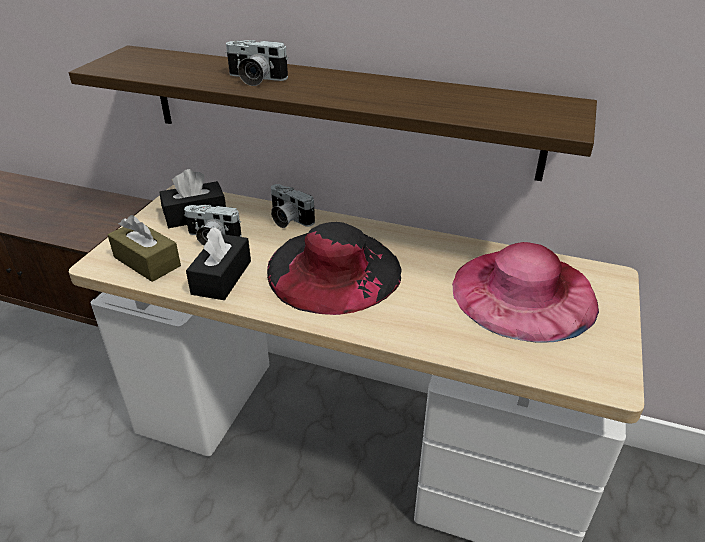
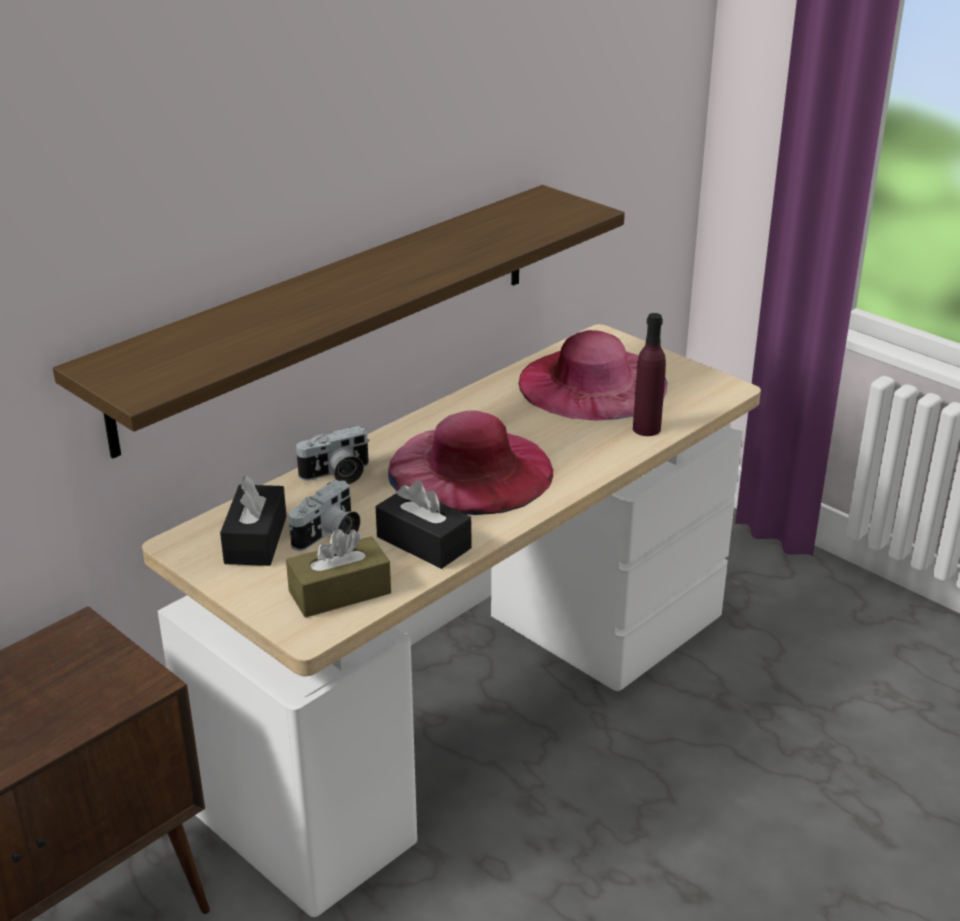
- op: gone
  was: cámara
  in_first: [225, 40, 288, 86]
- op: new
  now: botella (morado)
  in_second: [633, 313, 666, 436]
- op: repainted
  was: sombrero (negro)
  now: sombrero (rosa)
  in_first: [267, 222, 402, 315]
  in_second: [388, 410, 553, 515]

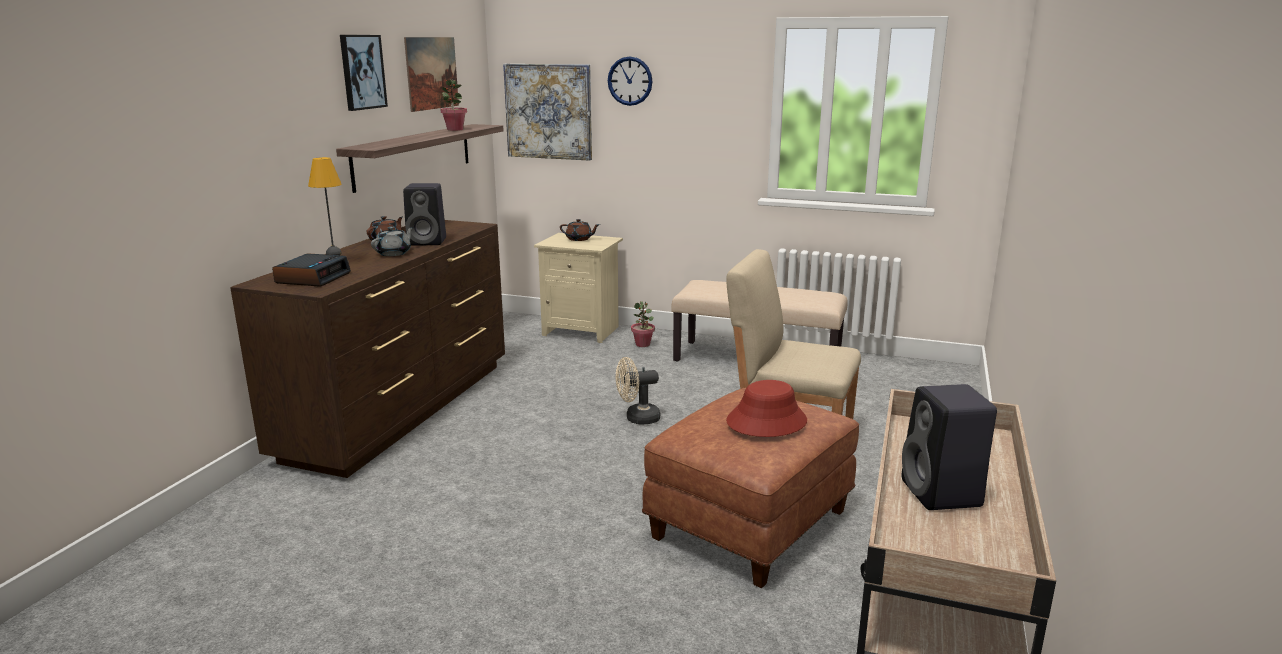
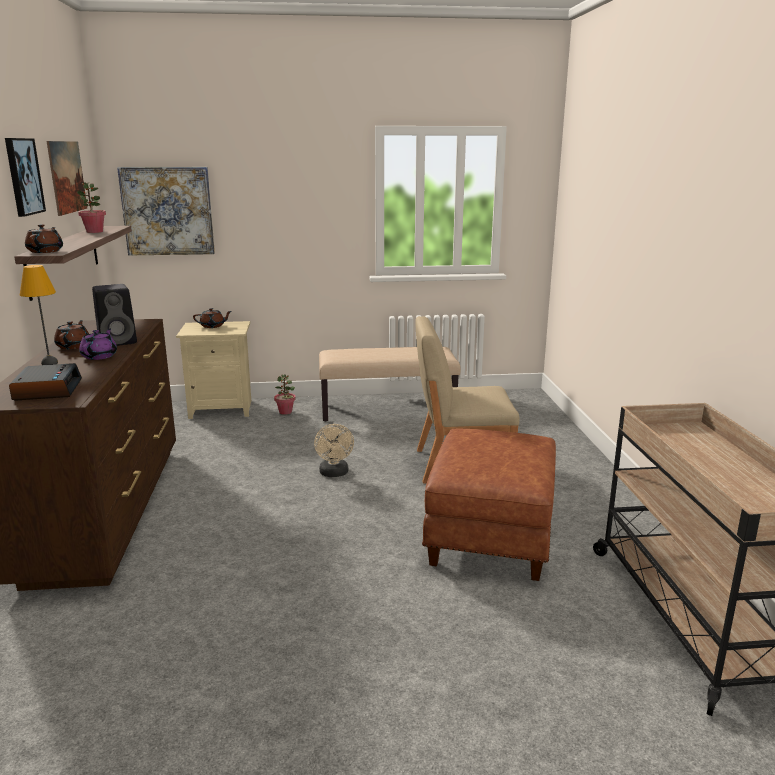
- op: gone
  was: reloj de pared
  in_first: [608, 56, 653, 106]
- op: gone
  was: sombrero (rojo)
  in_first: [726, 380, 807, 437]
- op: gone
  was: altavoz (negro)
  in_first: [902, 384, 997, 510]
- op: new
  now: tetera (marrón)
  in_second: [25, 224, 63, 253]
- op: repainted
  was: tetera (gris)
  now: tetera (morado)
  in_first: [371, 227, 413, 256]
  in_second: [79, 329, 117, 360]
- op: rotated
  was: ventilador (beis)
  in_first: [616, 357, 660, 425]
  in_second: [314, 424, 354, 477]
  clockwise: -60

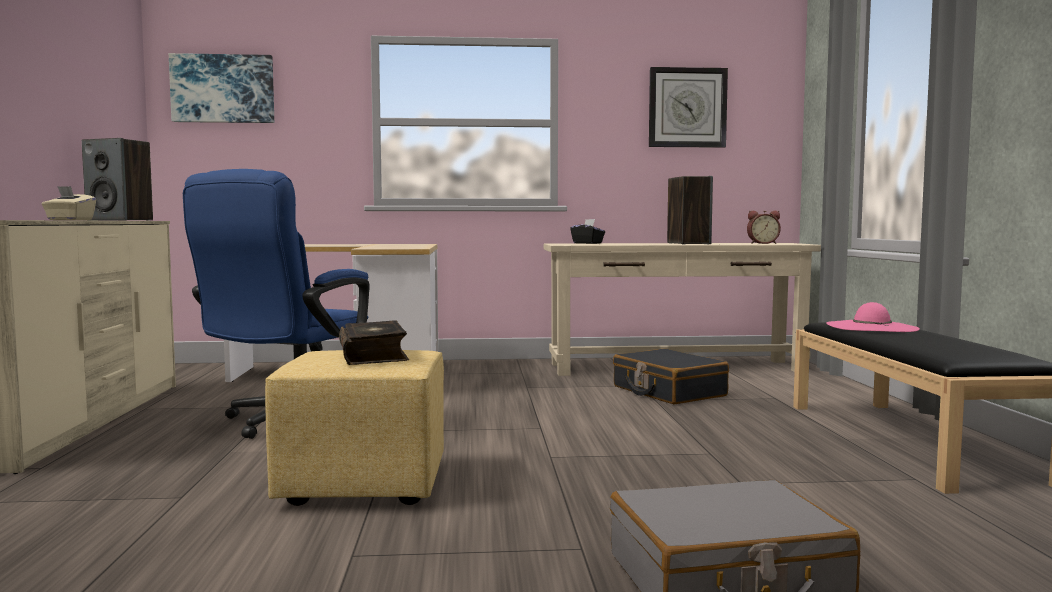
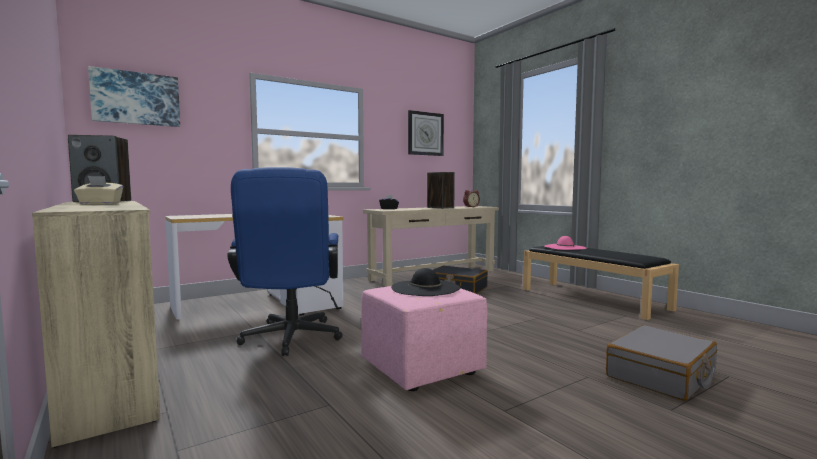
- op: swapped
  was: libro
  now: sombrero (negro)
  in_first: [339, 320, 409, 365]
  in_second: [391, 268, 460, 296]
- op: repainted
  was: puf (amarillo)
  now: puf (rosa)
  in_first: [265, 350, 444, 506]
  in_second: [361, 286, 488, 391]

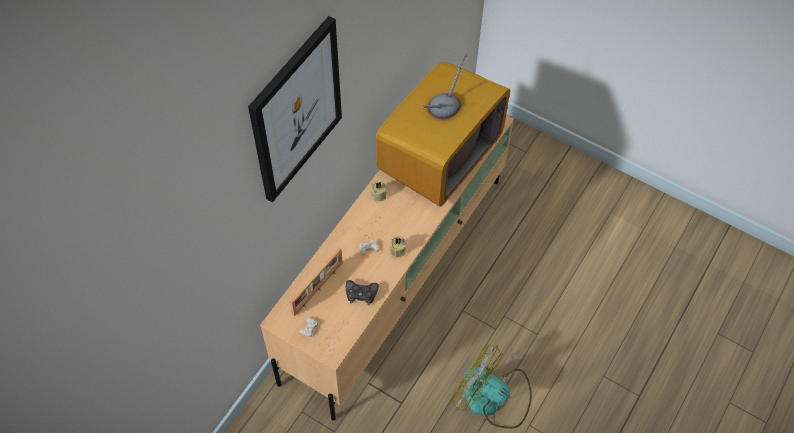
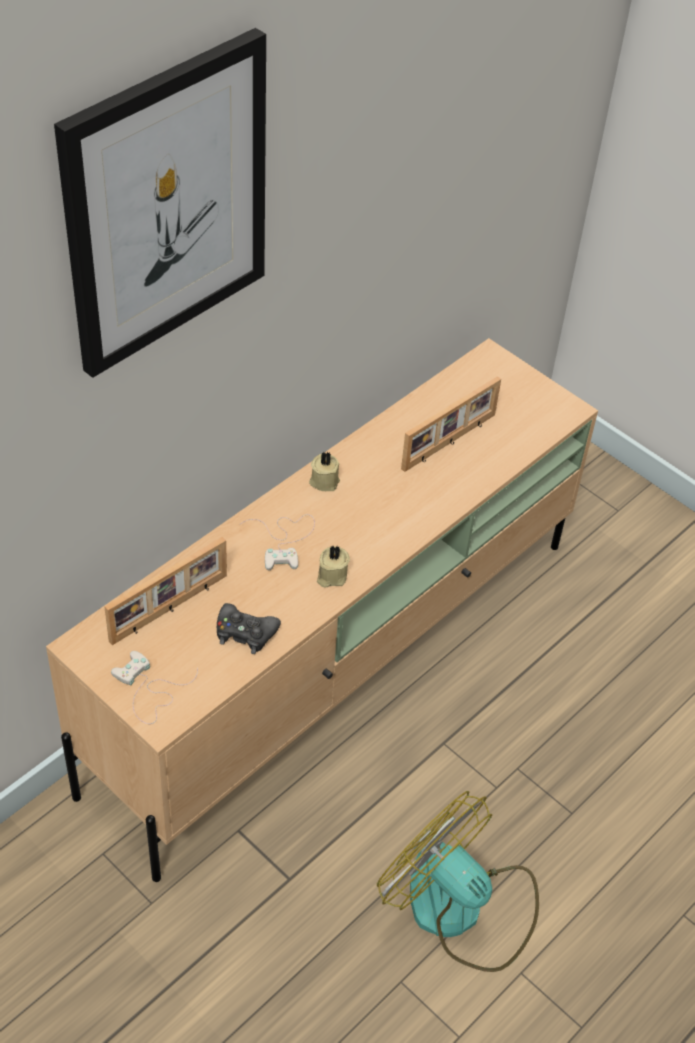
- op: swapped
  was: televisor
  now: portarretratos
  in_first: [375, 54, 510, 207]
  in_second: [401, 376, 501, 472]

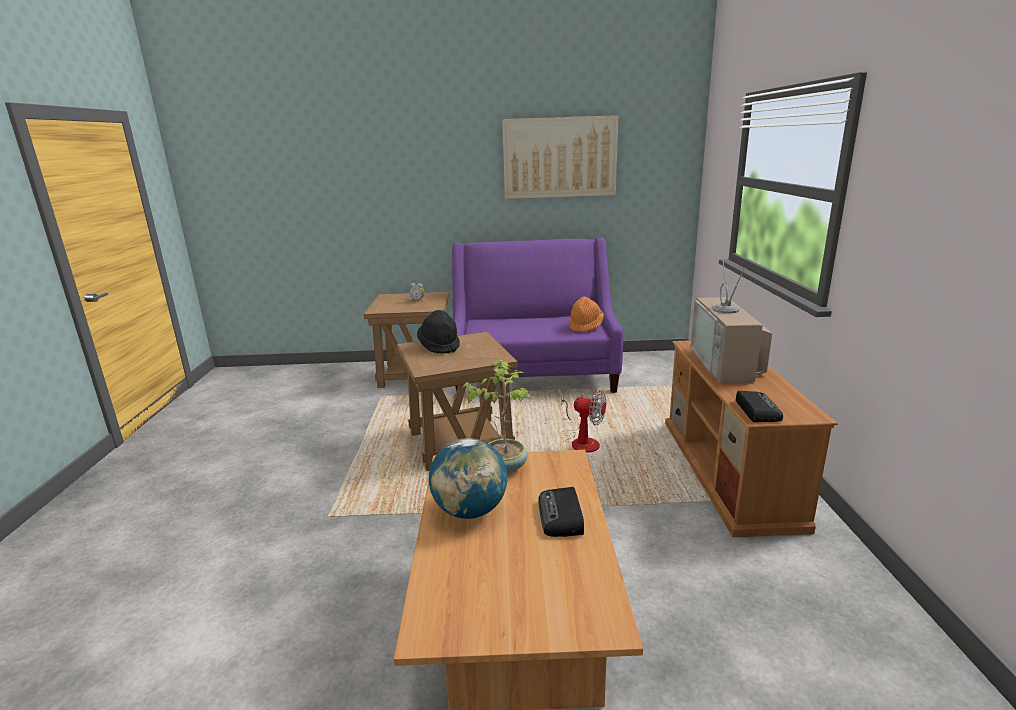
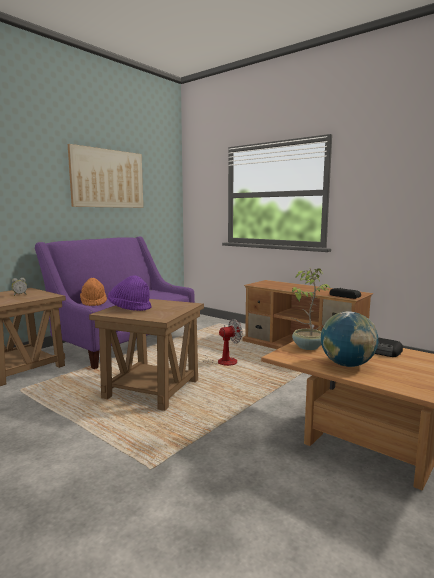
- op: gone
  was: televisor
  in_first: [691, 255, 772, 384]
- op: shifted
  was: sombrero (naranja)
  in_first: [569, 296, 604, 333]
  in_second: [80, 278, 107, 306]
- op: repainted
  was: sombrero (negro)
  now: sombrero (morado)
  in_first: [417, 310, 460, 354]
  in_second: [108, 275, 152, 311]

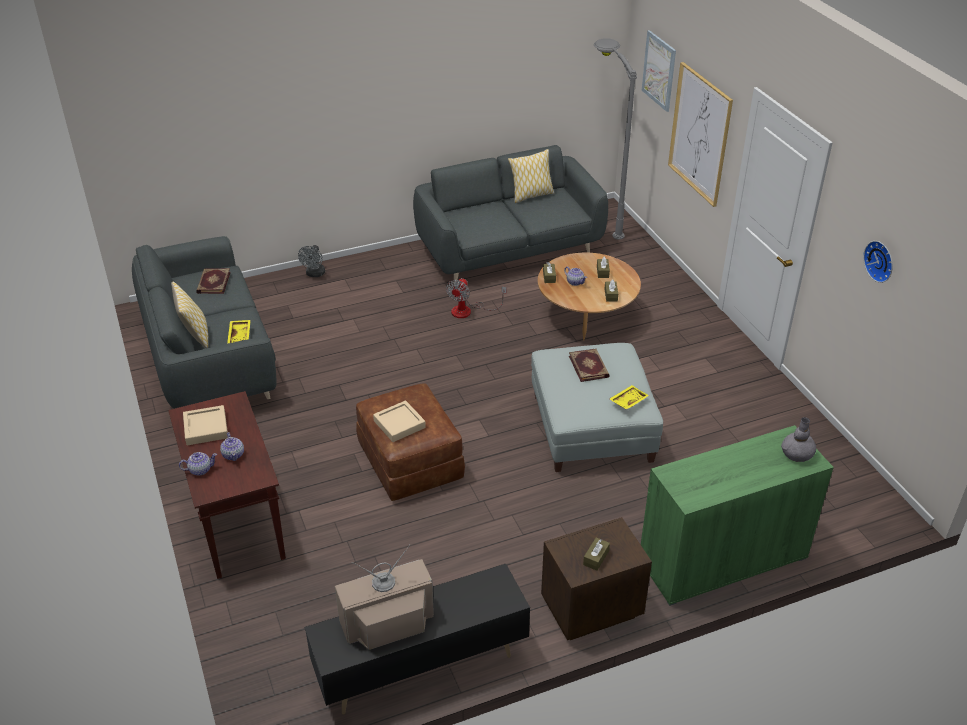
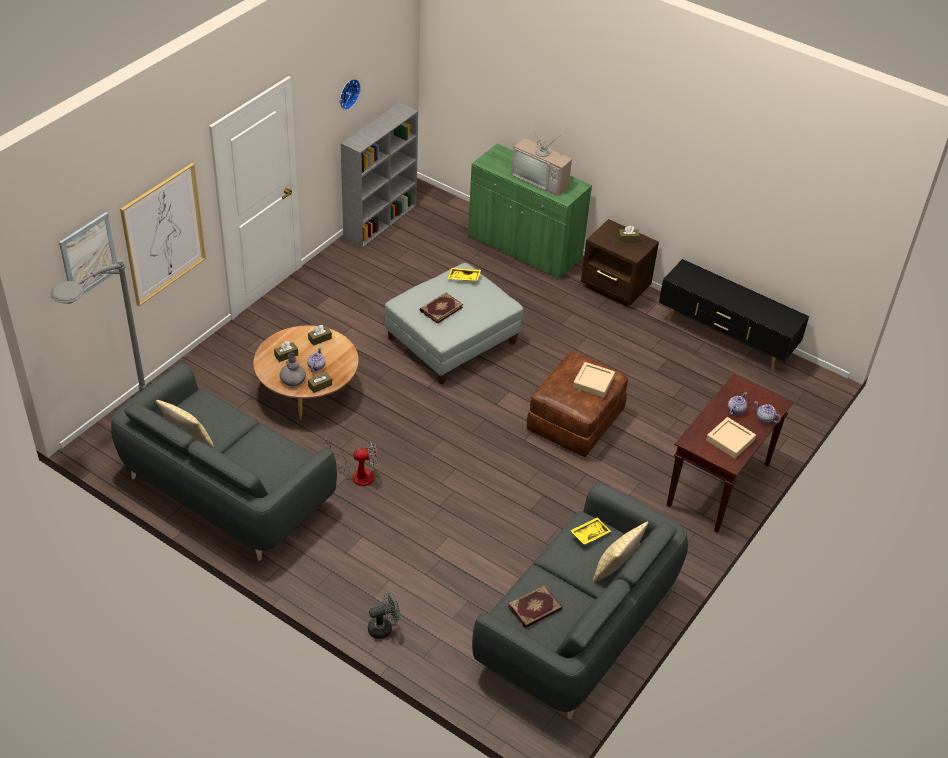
- op: new
  now: estantería (gris)
  in_second: [341, 103, 418, 248]
- op: shifted
  was: televisor
  in_first: [335, 544, 434, 650]
  in_second: [511, 122, 572, 196]
- op: shifted
  was: florero (gris)
  in_first: [781, 417, 816, 462]
  in_second: [280, 352, 306, 387]

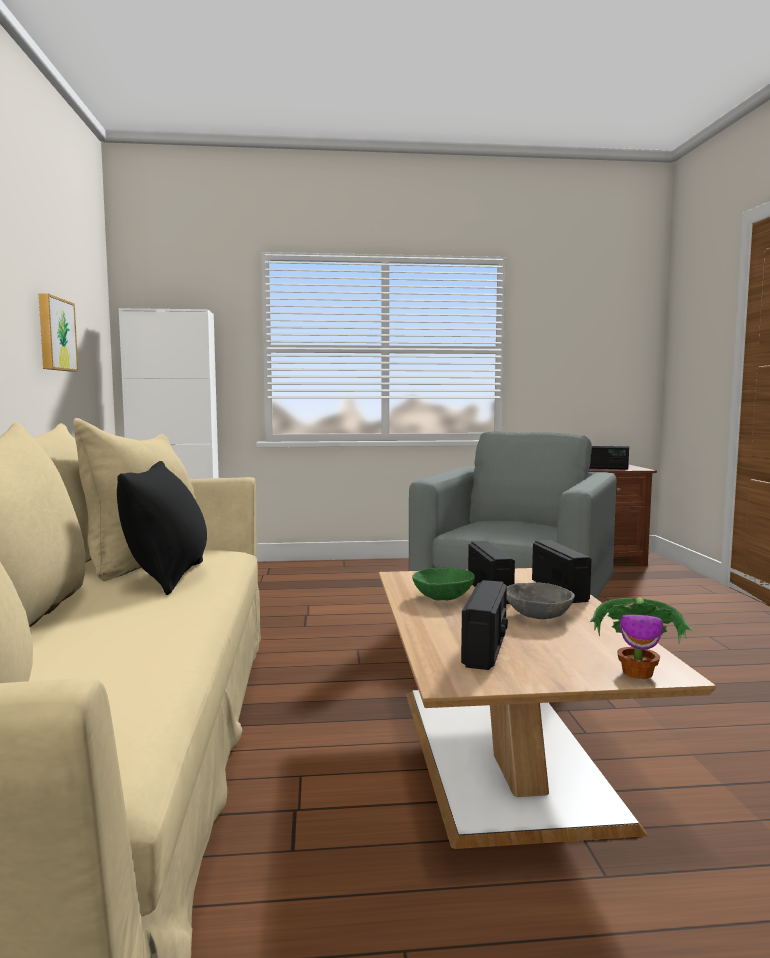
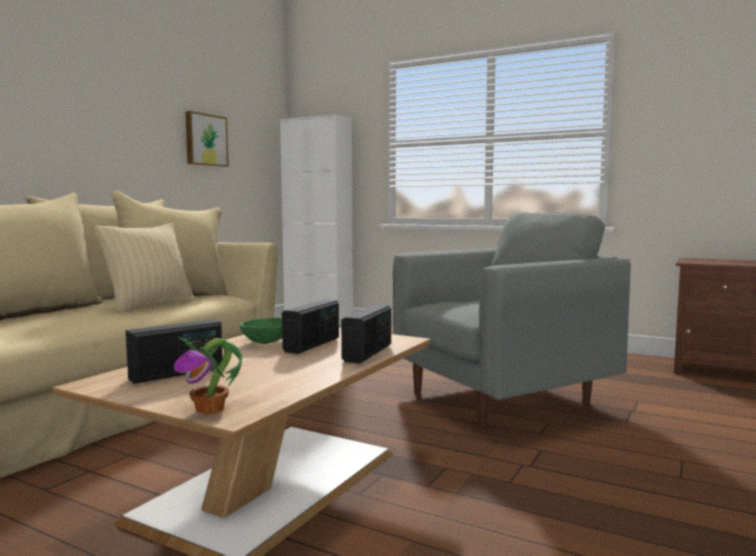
- op: gone
  was: cuenco (gris)
  in_first: [507, 582, 575, 619]
- op: gone
  was: radio
  in_first: [589, 445, 629, 470]
- op: repainted
  was: cojín (negro)
  now: cojín (beis)
  in_first: [117, 461, 207, 595]
  in_second: [95, 223, 194, 313]

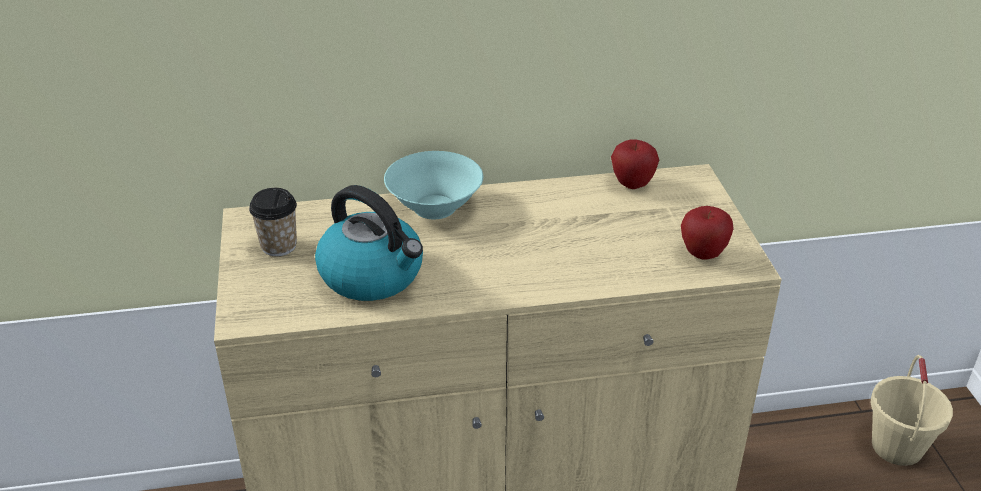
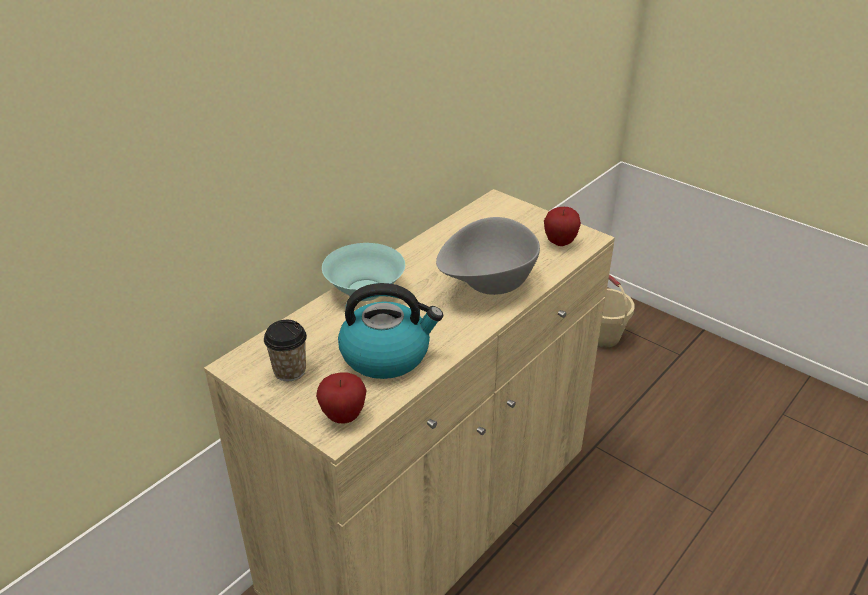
- op: new
  now: cuenco (gris)
  in_second: [436, 217, 540, 295]
- op: shifted
  was: manzana
  in_first: [611, 139, 659, 189]
  in_second: [316, 372, 367, 424]

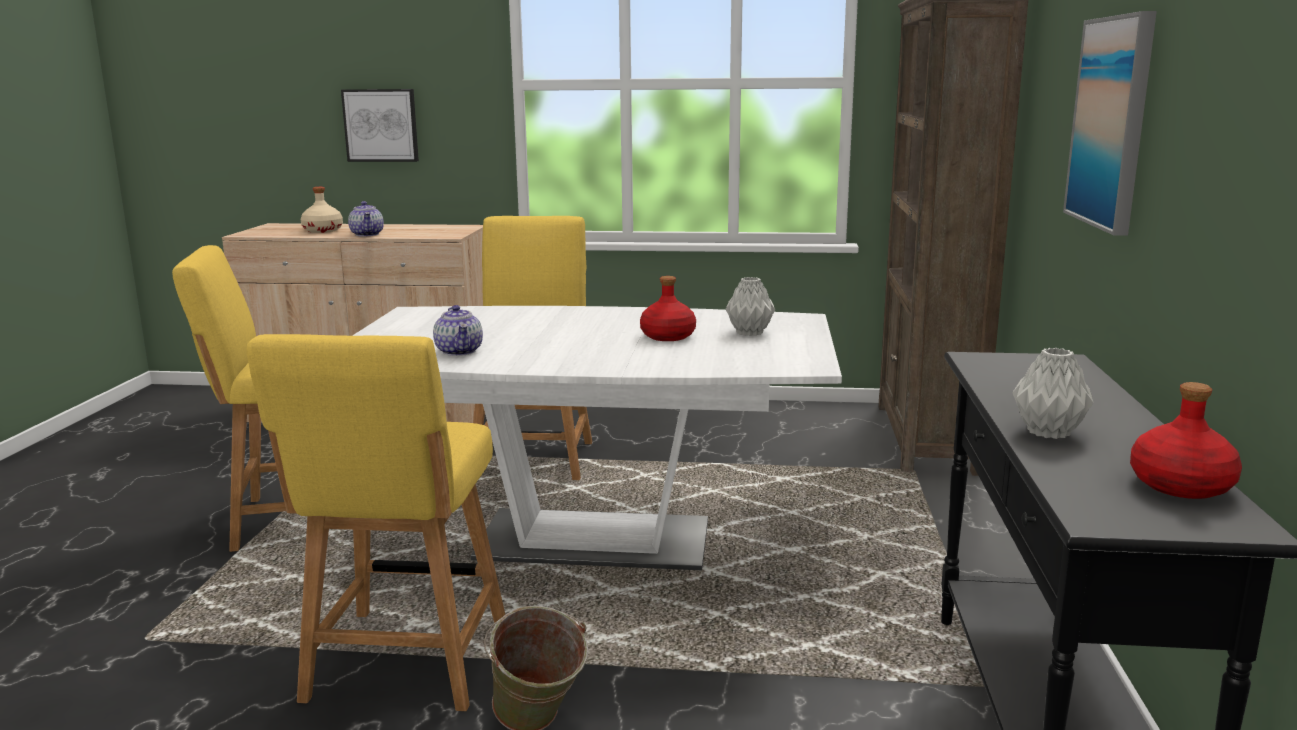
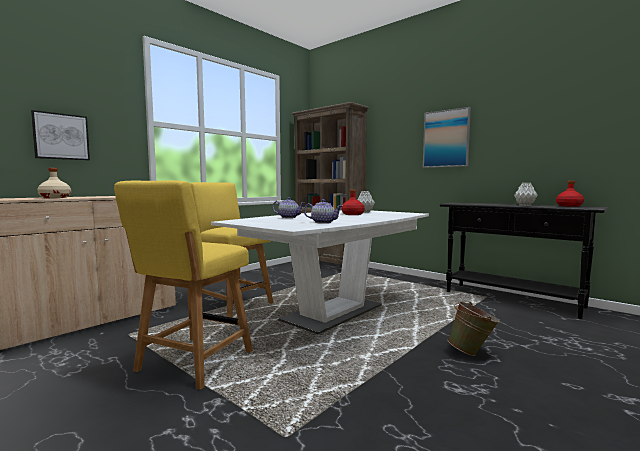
- op: gone
  was: silla (amarillo)
  in_first: [247, 334, 505, 711]
- op: shifted
  was: tetera
  in_first: [348, 201, 384, 237]
  in_second: [272, 197, 305, 218]

